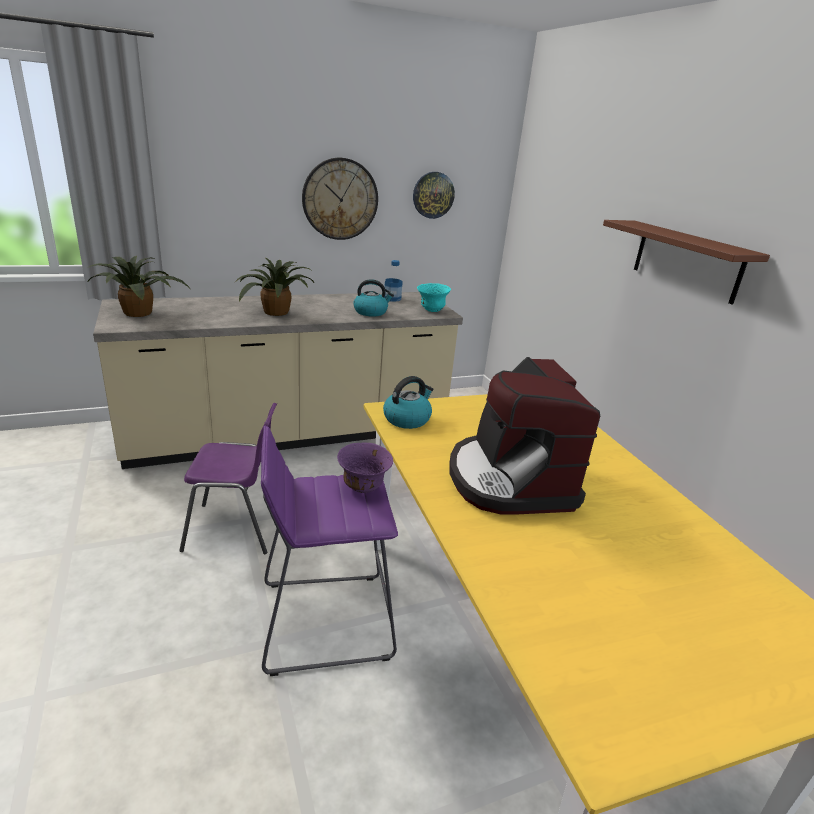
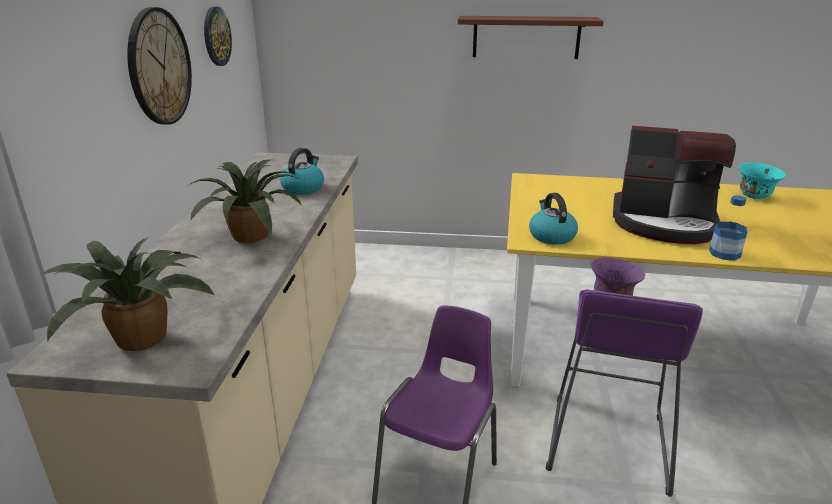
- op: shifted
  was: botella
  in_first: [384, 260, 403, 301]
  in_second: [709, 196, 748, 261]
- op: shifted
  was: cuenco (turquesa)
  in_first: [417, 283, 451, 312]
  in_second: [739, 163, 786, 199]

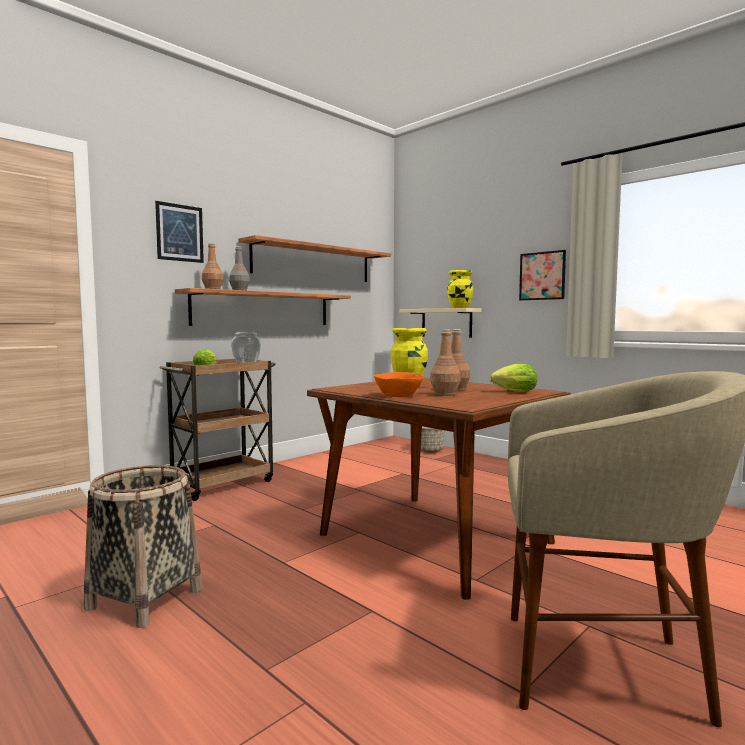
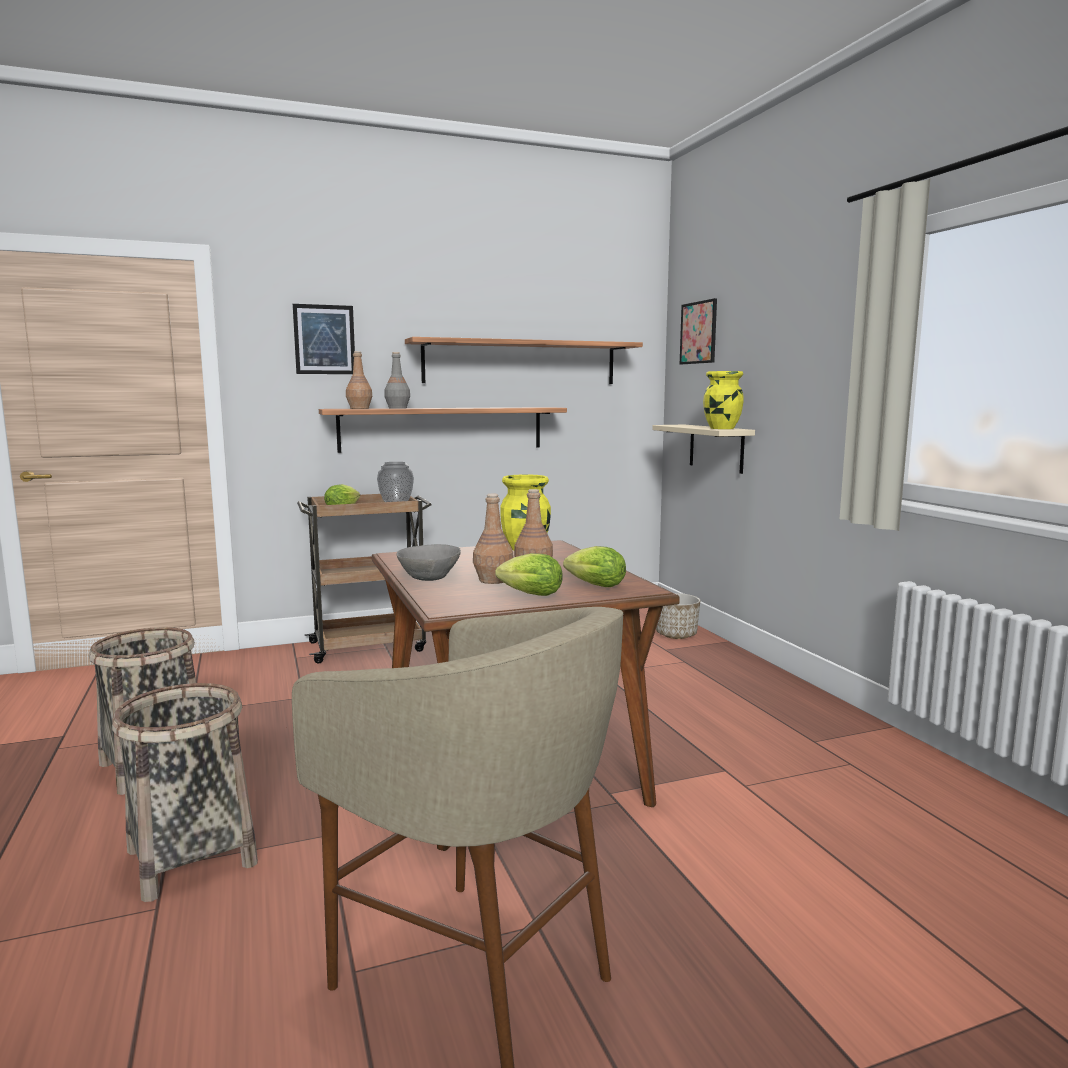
- op: new
  now: cesta
  in_second: [112, 683, 258, 902]
- op: new
  now: lechuga
  in_second: [495, 553, 563, 596]
- op: shifted
  was: cuadro
  in_first: [519, 250, 566, 300]
  in_second: [680, 298, 717, 364]
- op: repainted
  was: cuenco (naranja)
  now: cuenco (gris)
  in_first: [374, 372, 424, 397]
  in_second: [396, 544, 461, 581]

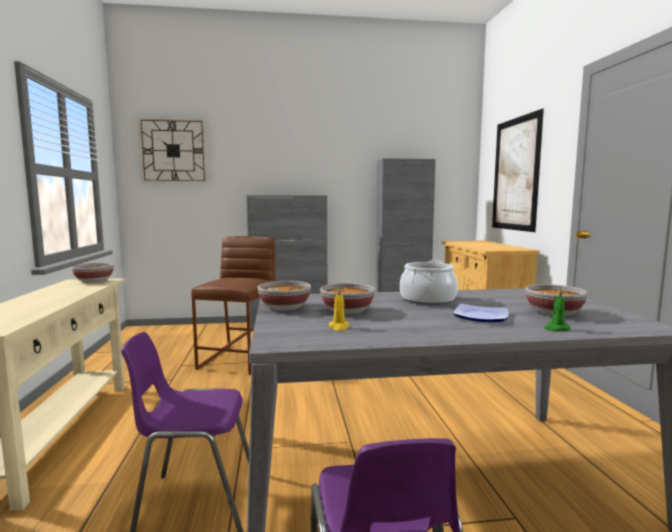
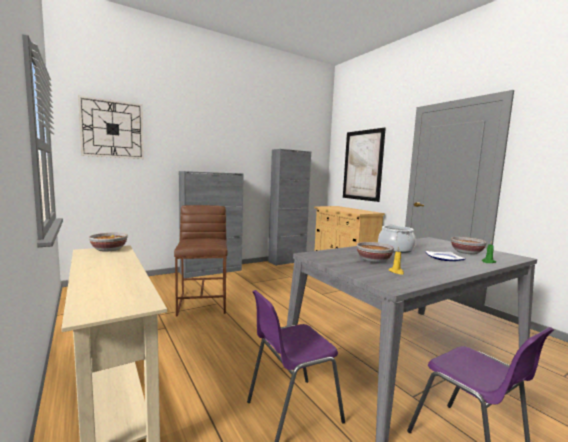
- op: gone
  was: cuenco
  in_first: [257, 281, 311, 311]

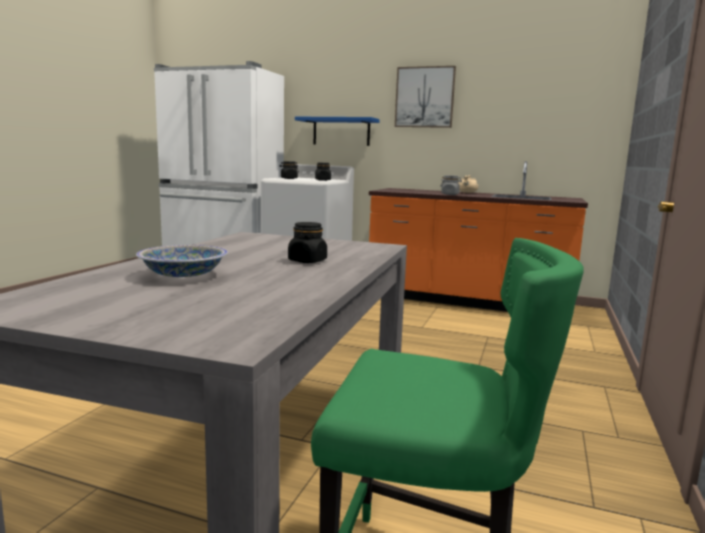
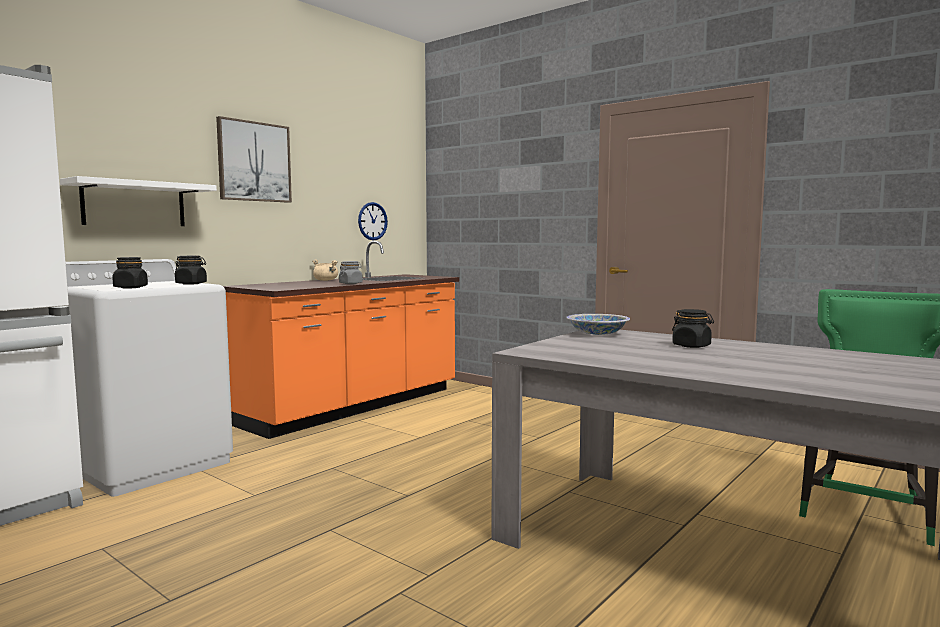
- op: new
  now: reloj de pared
  in_second: [358, 202, 388, 240]
- op: shifted
  was: cuenco
  in_first: [136, 245, 228, 277]
  in_second: [566, 314, 630, 335]
- op: repainted
  was: estante (azul)
  now: estante (blanco)
  in_first: [295, 117, 380, 146]
  in_second: [60, 176, 217, 226]

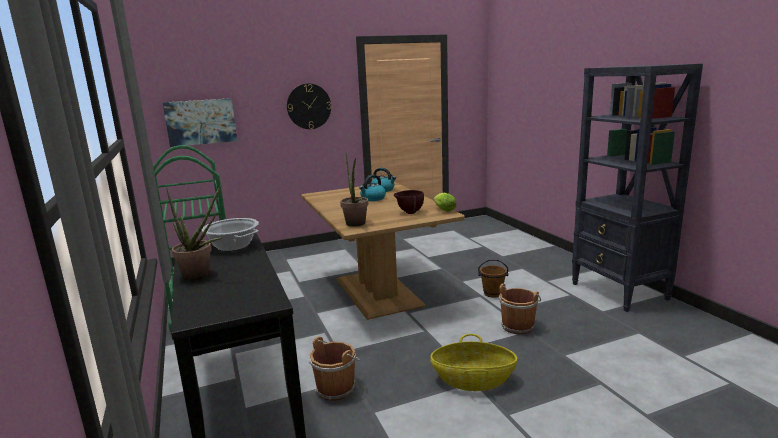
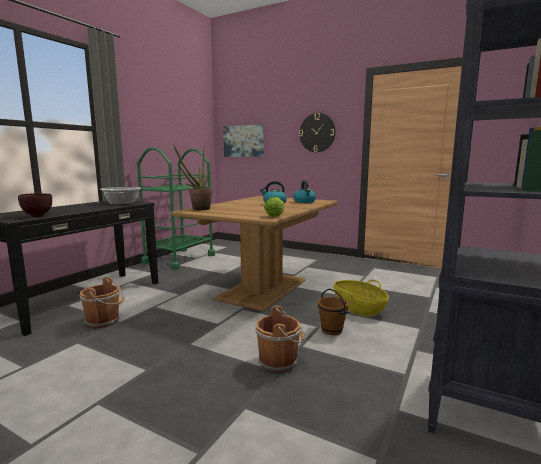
- op: gone
  was: planta en maceta
  in_first: [166, 185, 222, 281]
- op: shifted
  was: cuenco (marrón)
  in_first: [394, 190, 424, 214]
  in_second: [18, 193, 52, 217]
- op: shifted
  was: cesta
  in_first: [430, 334, 517, 391]
  in_second: [334, 280, 389, 316]

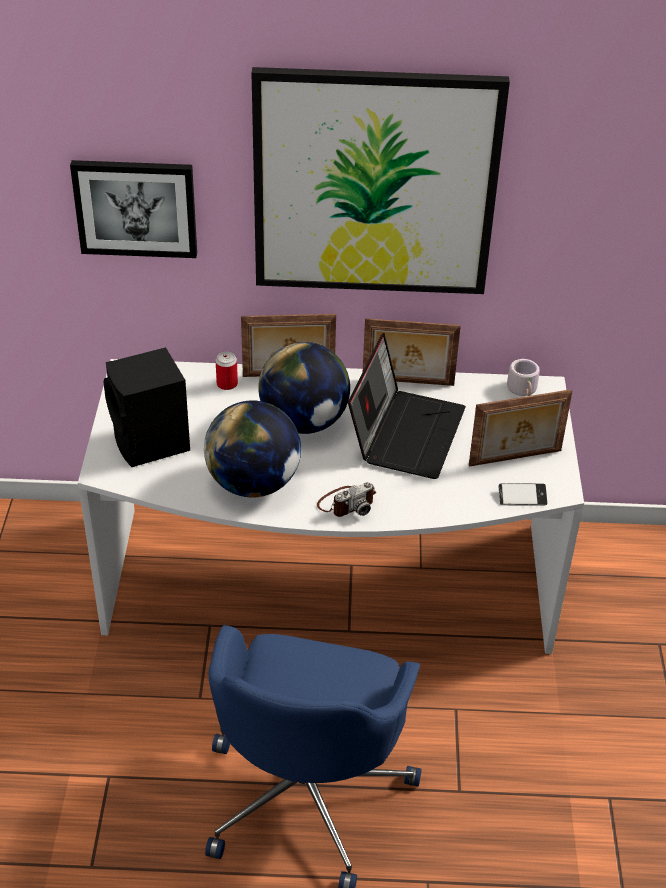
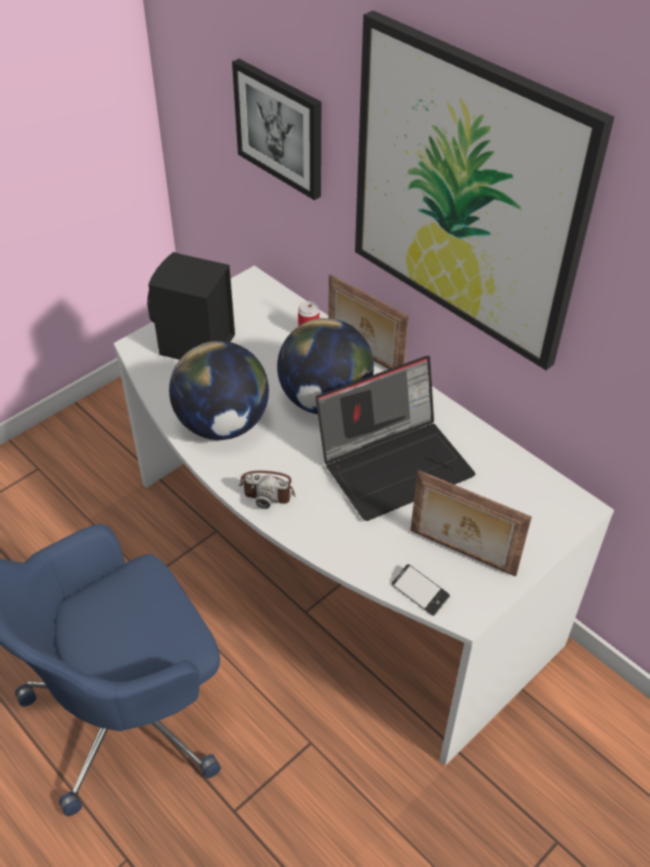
- op: gone
  was: portarretratos
  in_first: [363, 318, 461, 386]
- op: gone
  was: taza grande (gris)
  in_first: [507, 359, 540, 396]

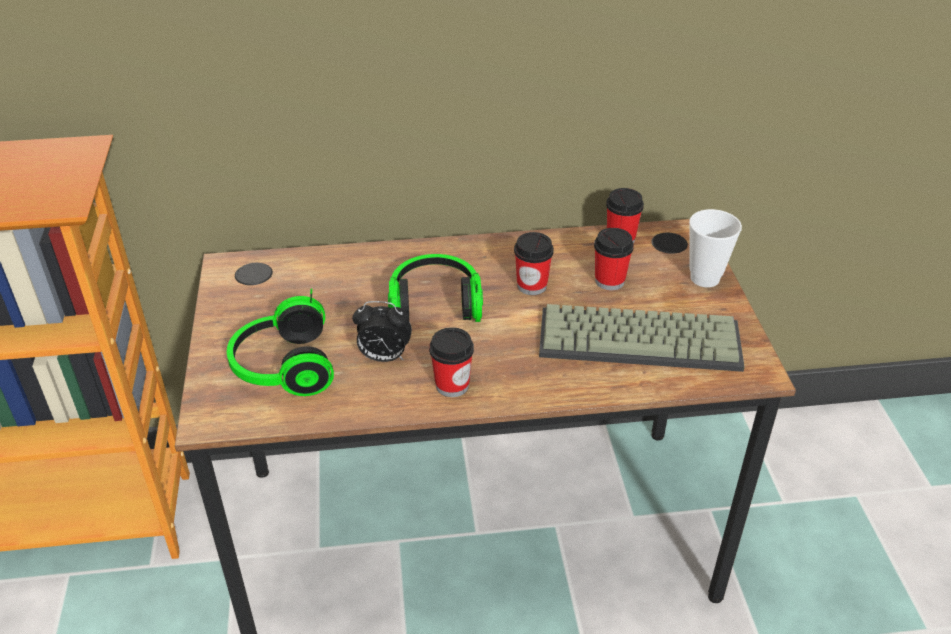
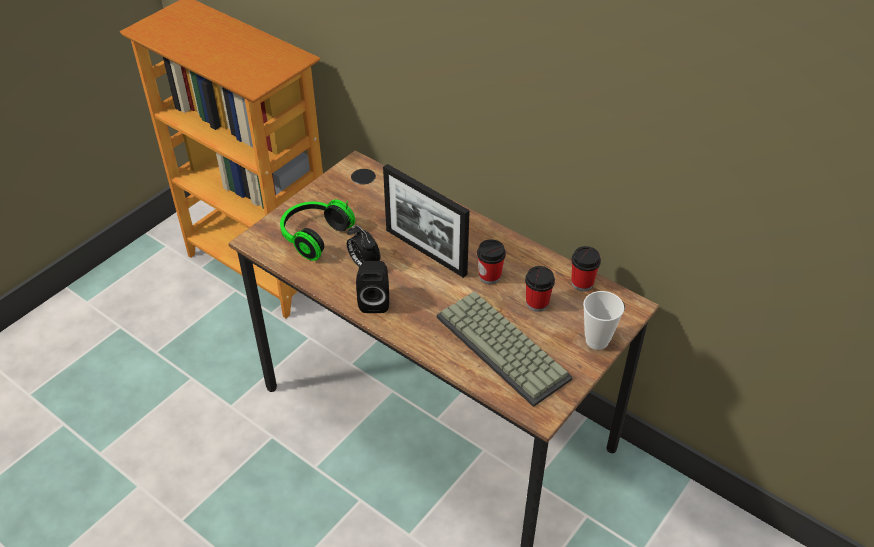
- op: swapped
  was: auriculares
  now: portarretratos
  in_first: [388, 254, 483, 322]
  in_second: [383, 164, 470, 278]
- op: swapped
  was: taza
  now: altavoz (negro)
  in_first: [429, 327, 474, 397]
  in_second: [356, 261, 389, 313]

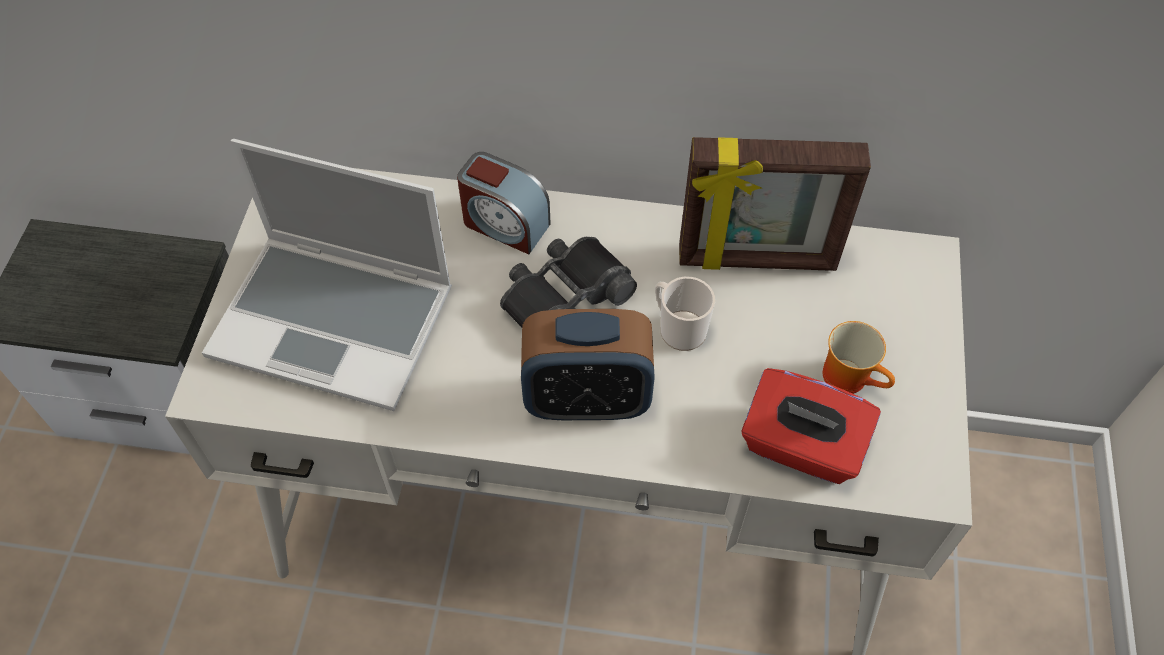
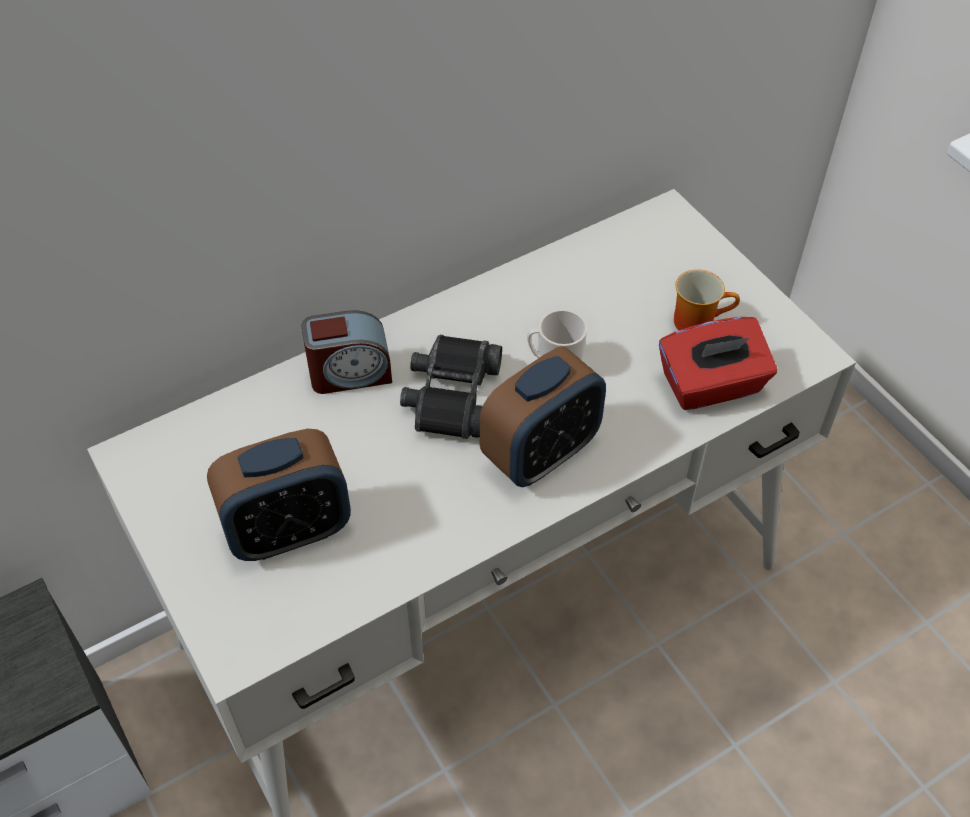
- op: gone
  was: portarretratos
  in_first: [679, 137, 871, 271]
- op: swapped
  was: portátil
  now: despertador
  in_first: [202, 139, 452, 411]
  in_second: [207, 429, 351, 561]

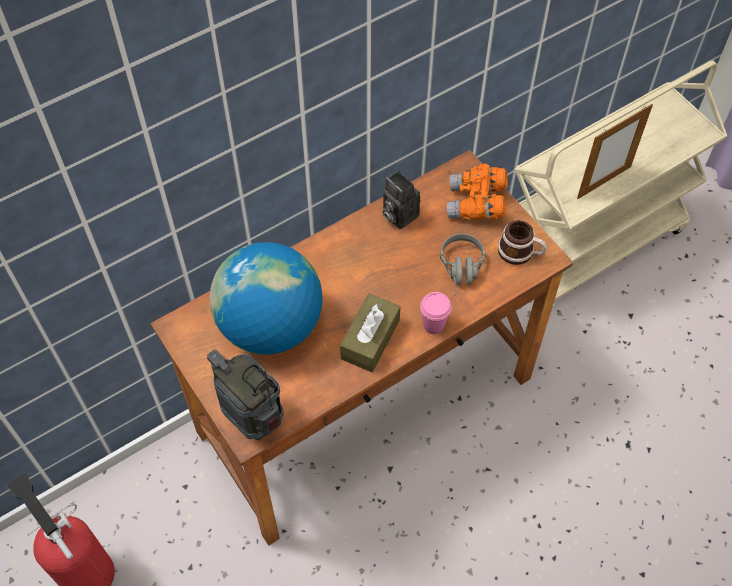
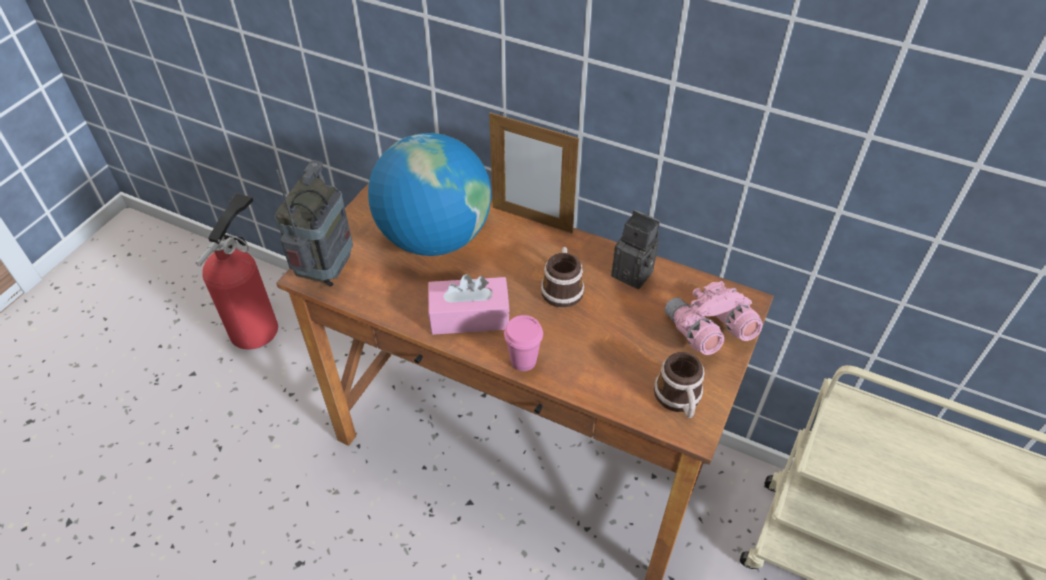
- op: gone
  was: auriculares (gris)
  in_first: [440, 234, 486, 295]
- op: new
  now: taza grande
  in_second: [541, 247, 584, 308]
- op: shifted
  was: portarretratos
  in_first: [577, 104, 653, 199]
  in_second: [489, 112, 579, 233]
- op: repainted
  was: caja de pañuelos (marrón)
  now: caja de pañuelos (rosa)
  in_first: [340, 294, 400, 372]
  in_second: [428, 274, 510, 335]
- op: repainted
  was: prismáticos (naranja)
  now: prismáticos (rosa)
  in_first: [447, 163, 508, 220]
  in_second: [665, 281, 763, 355]
- op: rotated
  was: cámara
  in_first: [382, 171, 420, 229]
  in_second: [611, 210, 660, 289]
  clockwise: 105

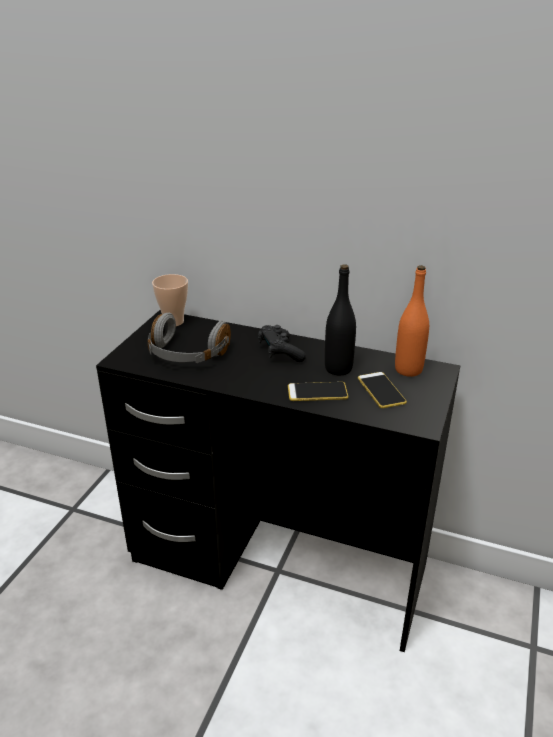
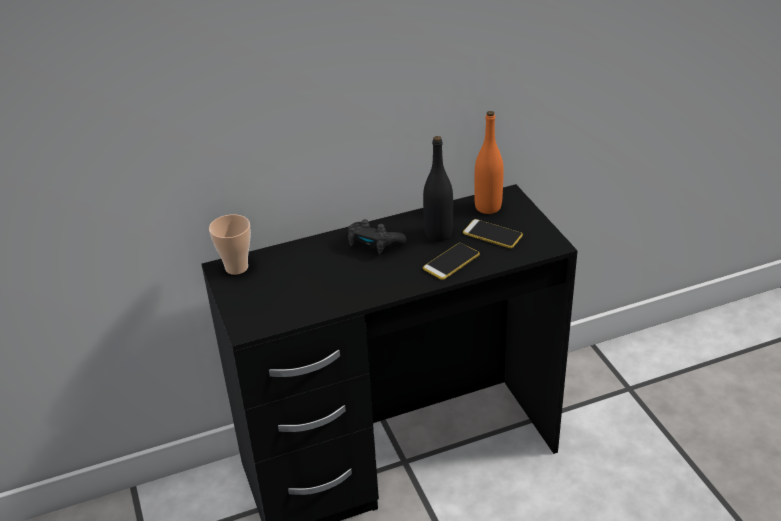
- op: gone
  was: auriculares (gris)
  in_first: [148, 313, 231, 363]

